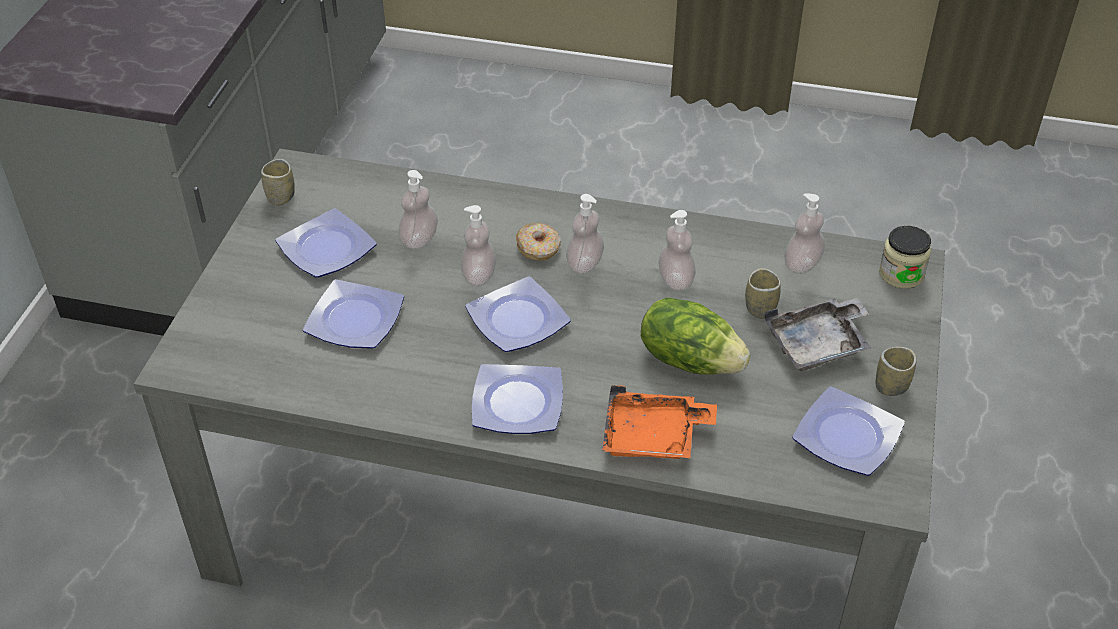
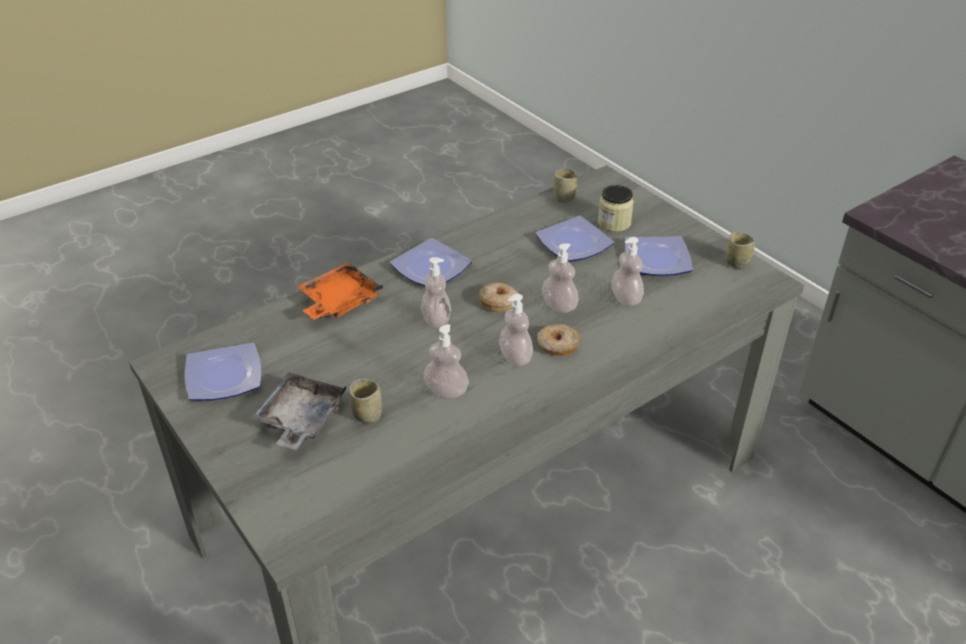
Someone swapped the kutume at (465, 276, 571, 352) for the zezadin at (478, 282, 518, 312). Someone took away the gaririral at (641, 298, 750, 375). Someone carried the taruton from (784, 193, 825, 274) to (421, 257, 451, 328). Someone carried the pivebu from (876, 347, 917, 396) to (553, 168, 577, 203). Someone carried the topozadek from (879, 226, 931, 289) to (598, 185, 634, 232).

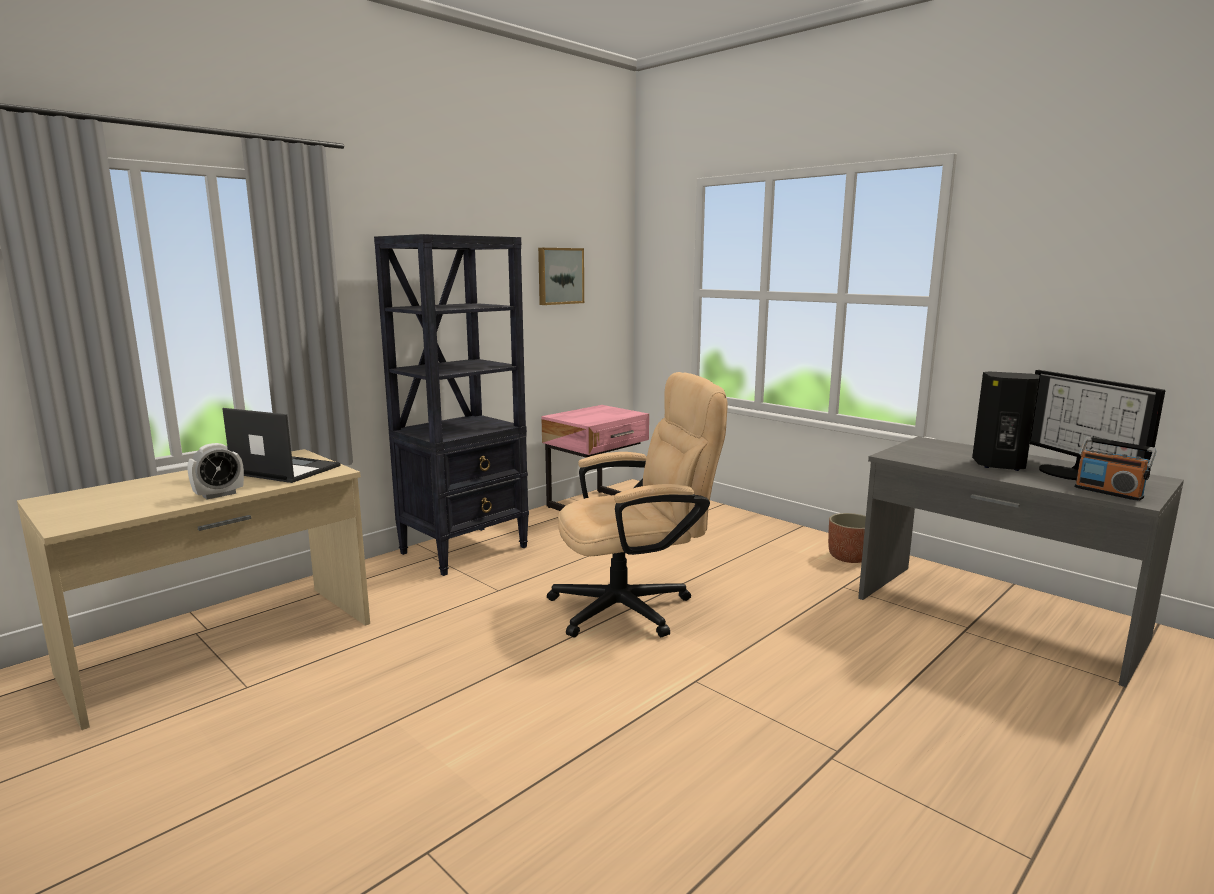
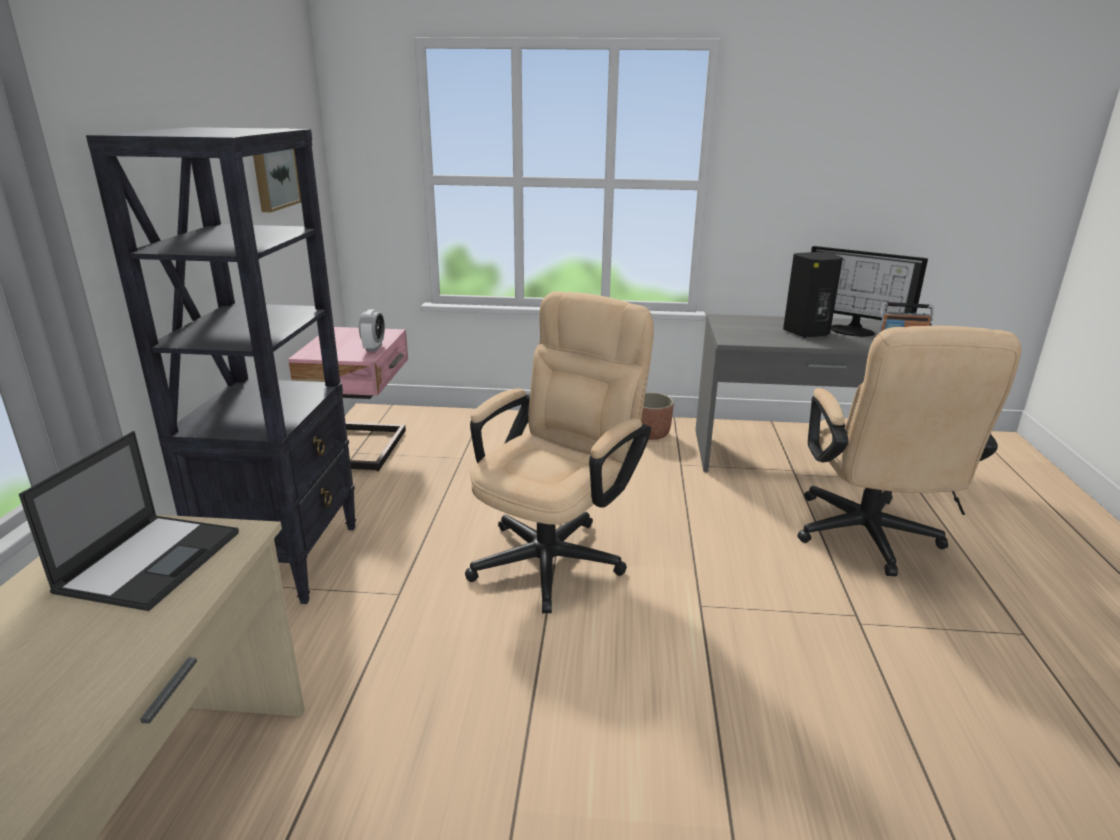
Someone carried the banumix from (187, 443, 244, 499) to (359, 309, 385, 351). Someone rotated the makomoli at (222, 408, 341, 483) by 120 degrees clockwise. Someone put down the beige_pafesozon at (797, 326, 1021, 576).

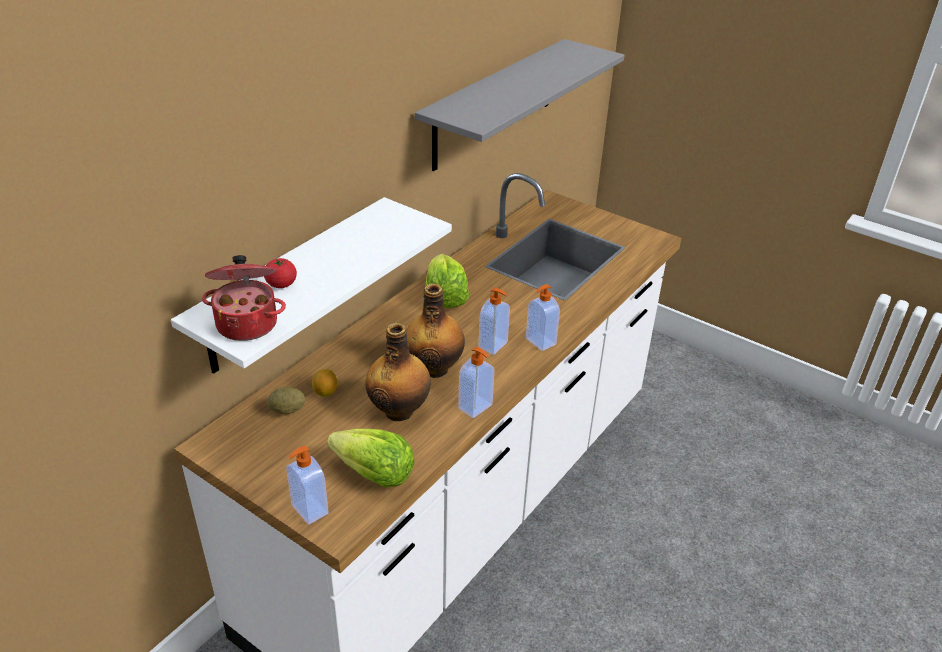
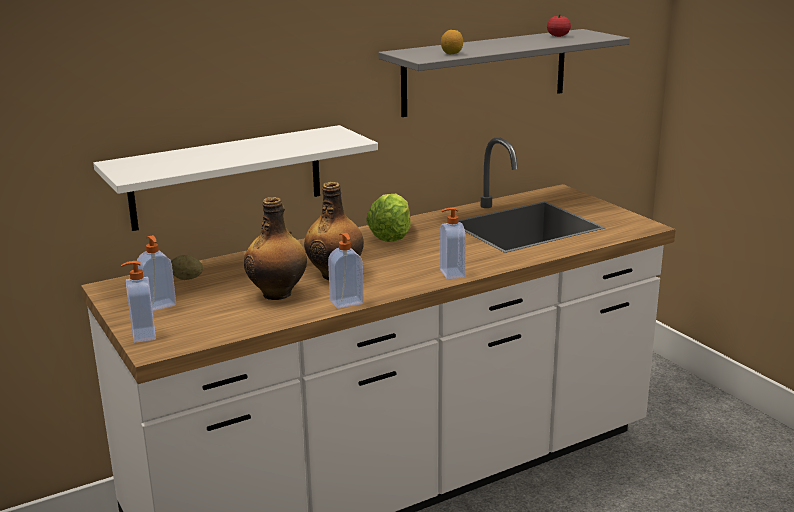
Someone took away the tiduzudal at (202, 255, 286, 341). Someone carried the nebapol from (264, 258, 297, 288) to (547, 14, 571, 37). Someone carried the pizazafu from (312, 369, 337, 397) to (441, 30, 463, 54). Someone took away the gaririral at (327, 429, 415, 488). Someone carried the taruton from (478, 288, 510, 355) to (137, 235, 176, 311).

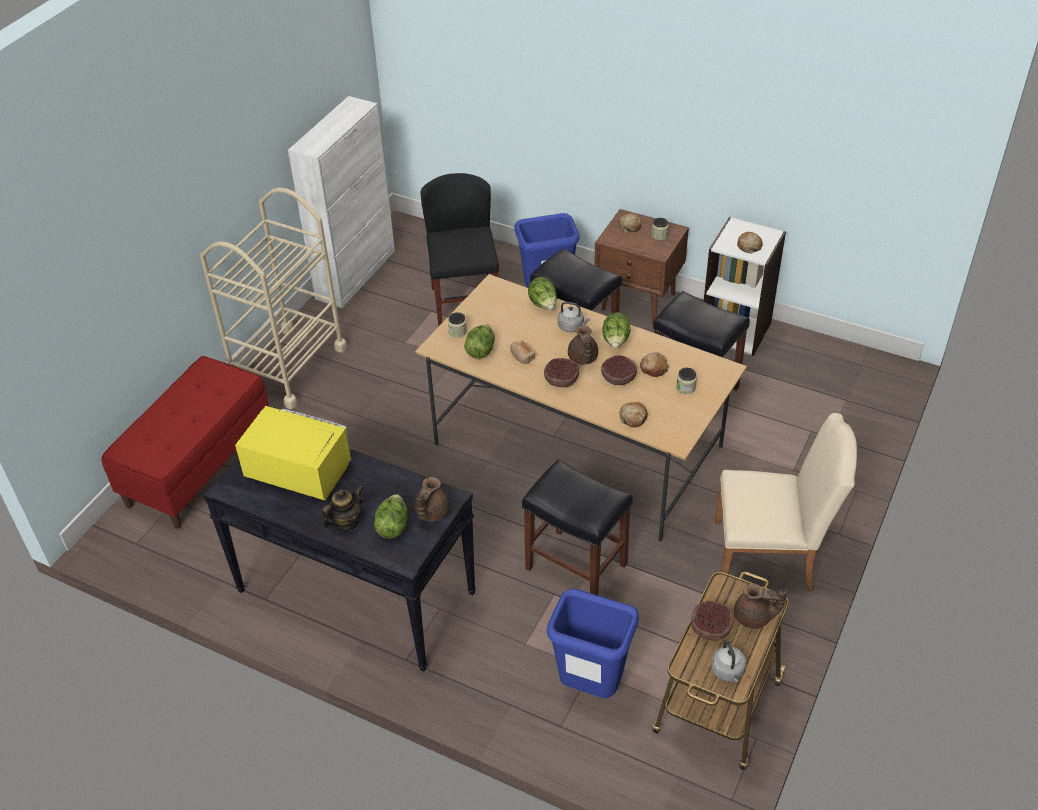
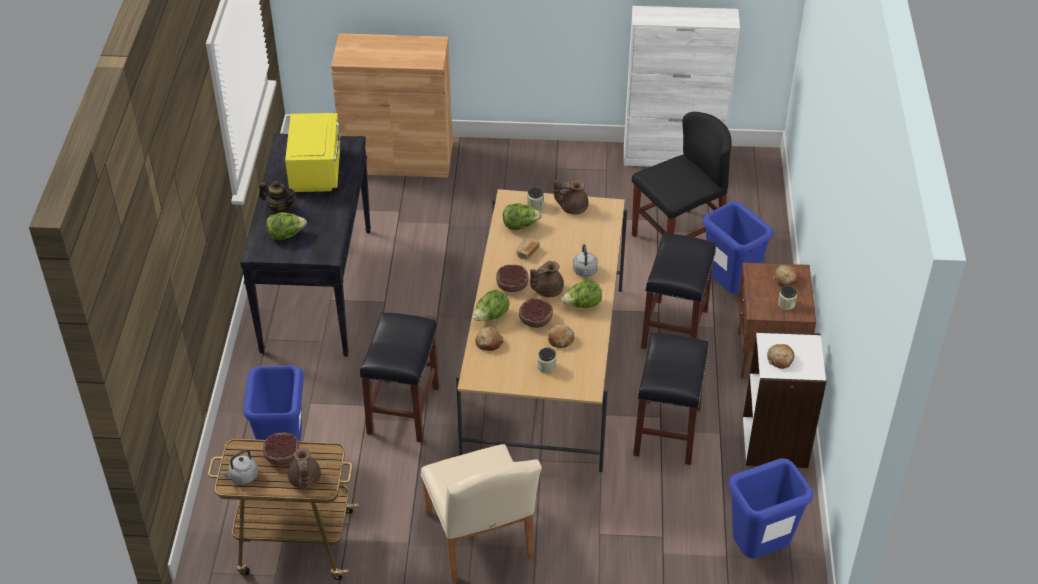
Someone swapped the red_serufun at (101, 356, 269, 529) for the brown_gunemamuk at (331, 33, 453, 178). Someone took away the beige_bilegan at (200, 187, 347, 409). Someone carried the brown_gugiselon from (414, 477, 450, 521) to (553, 180, 588, 214). Someone carried the gaririral from (528, 277, 557, 310) to (473, 290, 510, 321). Someone put down the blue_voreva at (729, 458, 813, 559).

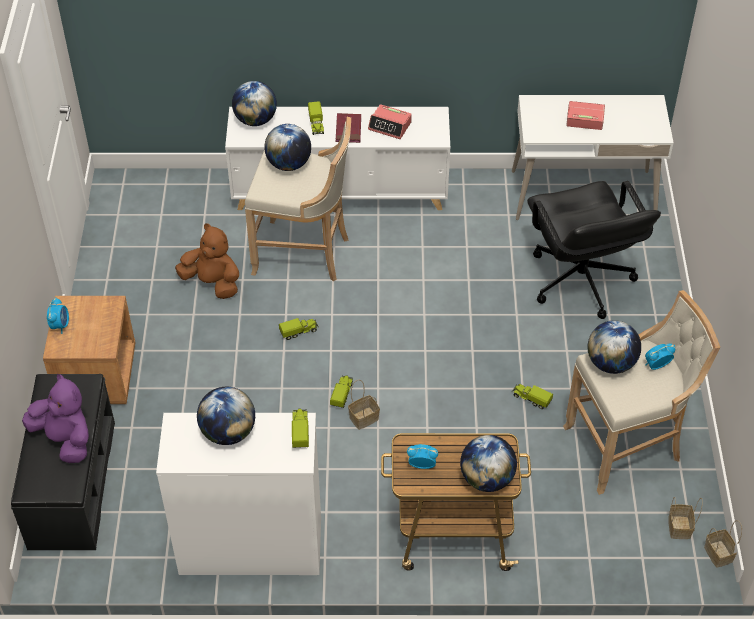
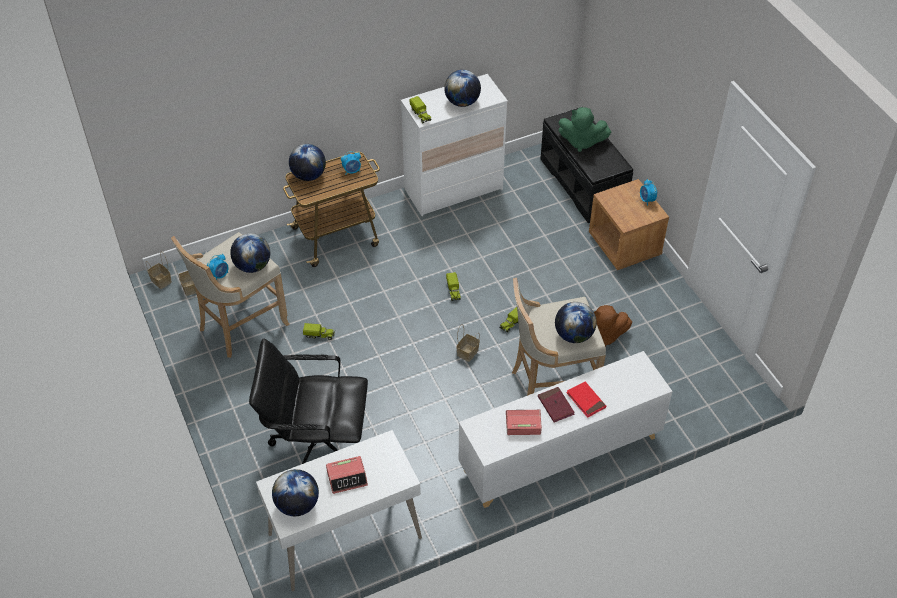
Someone repainted the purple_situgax at (22, 374, 89, 463), which became the green_situgax at (559, 107, 611, 152). Someone carried the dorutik from (232, 81, 277, 126) to (272, 469, 319, 516). Someone swapped the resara at (308, 101, 324, 135) for the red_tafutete at (567, 382, 606, 418). Someone carried the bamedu from (348, 379, 380, 430) to (456, 324, 480, 362). Someone rotated the black_pafesozon at (527, 181, 661, 319) by 45 degrees counterclockwise.

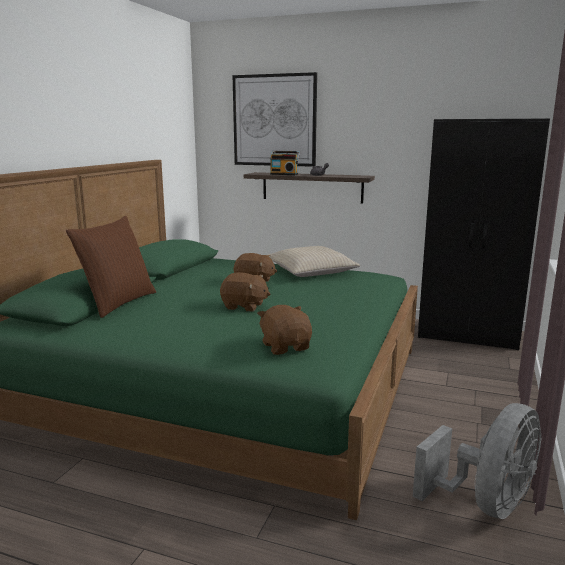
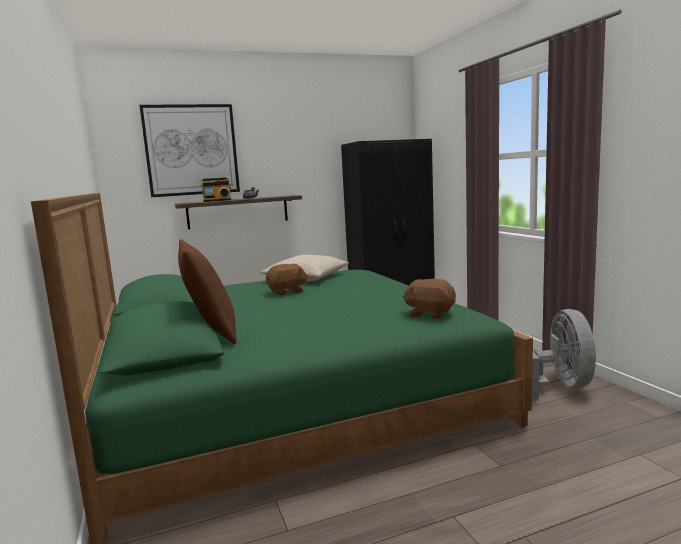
Someone took away the brown_situgax at (220, 272, 270, 311).

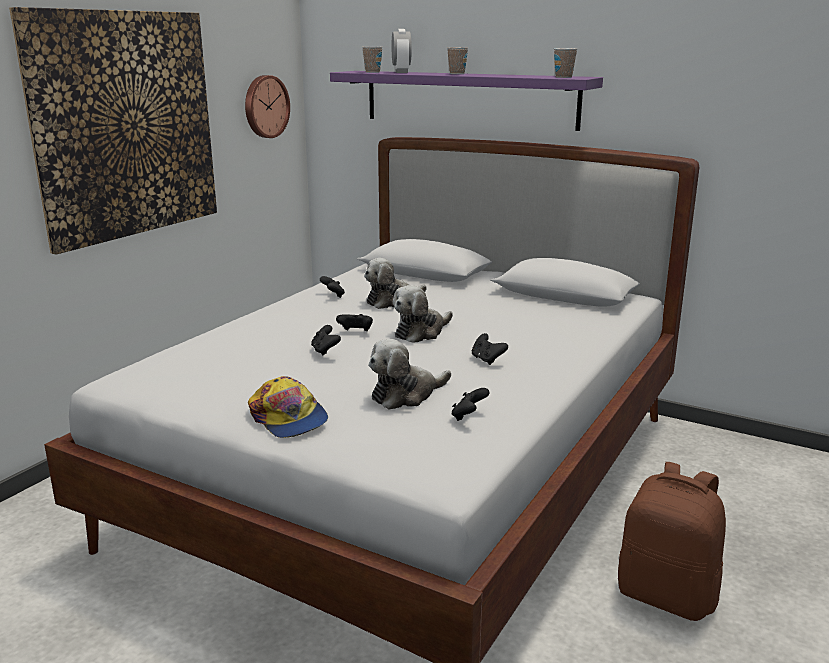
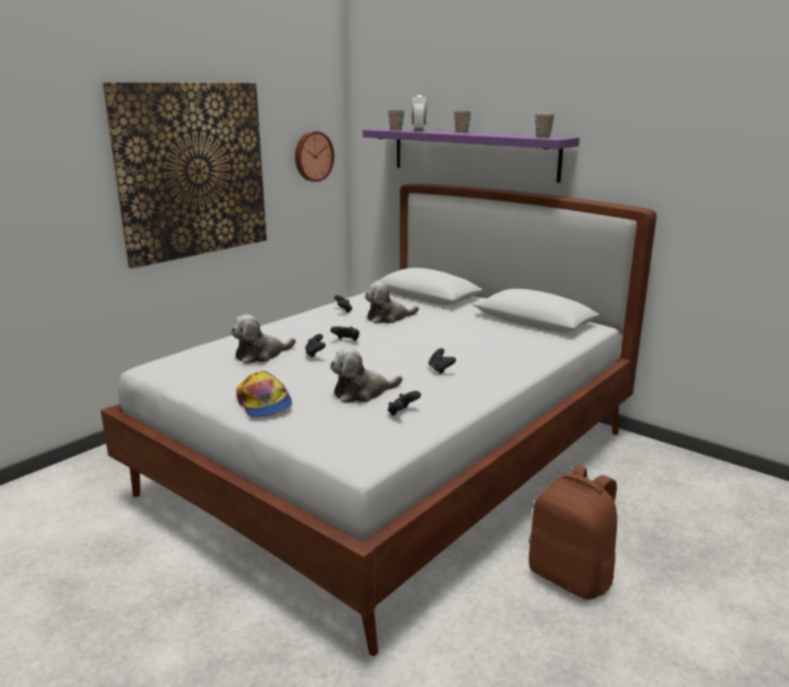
Someone carried the situgax from (393, 285, 453, 343) to (231, 315, 296, 364).

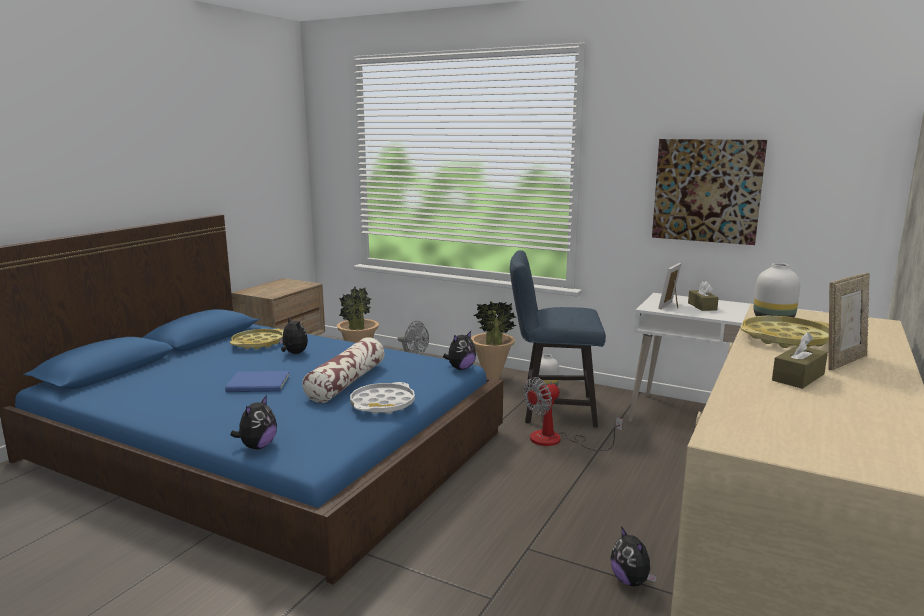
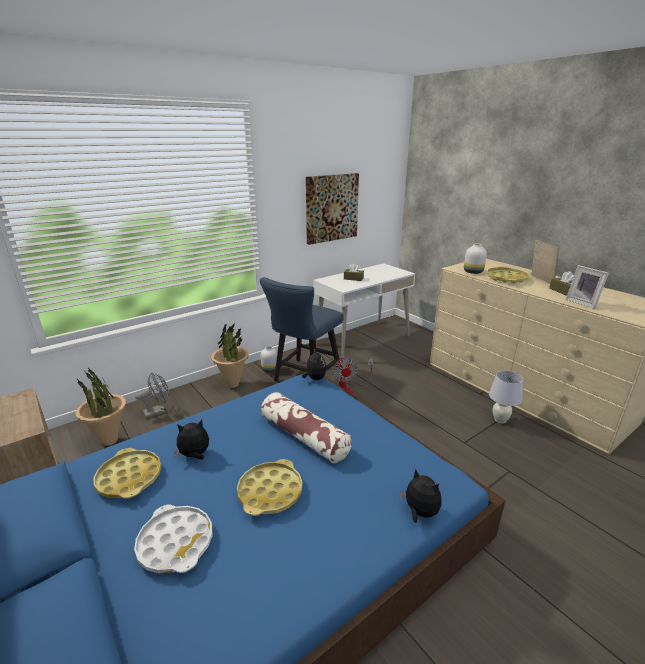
Someone swapped the blue_tafutete at (225, 371, 290, 392) for the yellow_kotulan at (237, 459, 302, 516). Someone carried the white_kotulan from (350, 382, 415, 414) to (134, 504, 212, 573). Someone swapped the situgax at (610, 526, 657, 586) for the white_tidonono at (489, 370, 523, 423). Someone carried the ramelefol from (658, 263, 682, 309) to (566, 265, 609, 309).

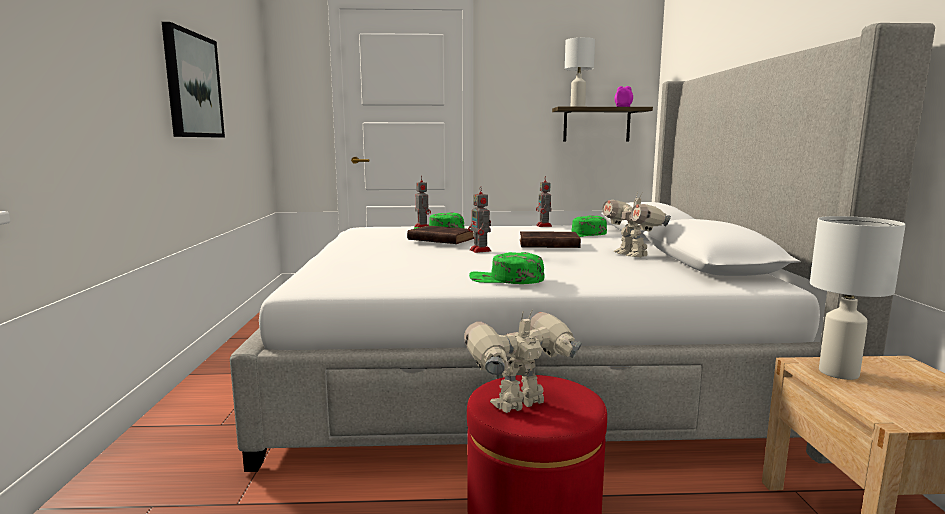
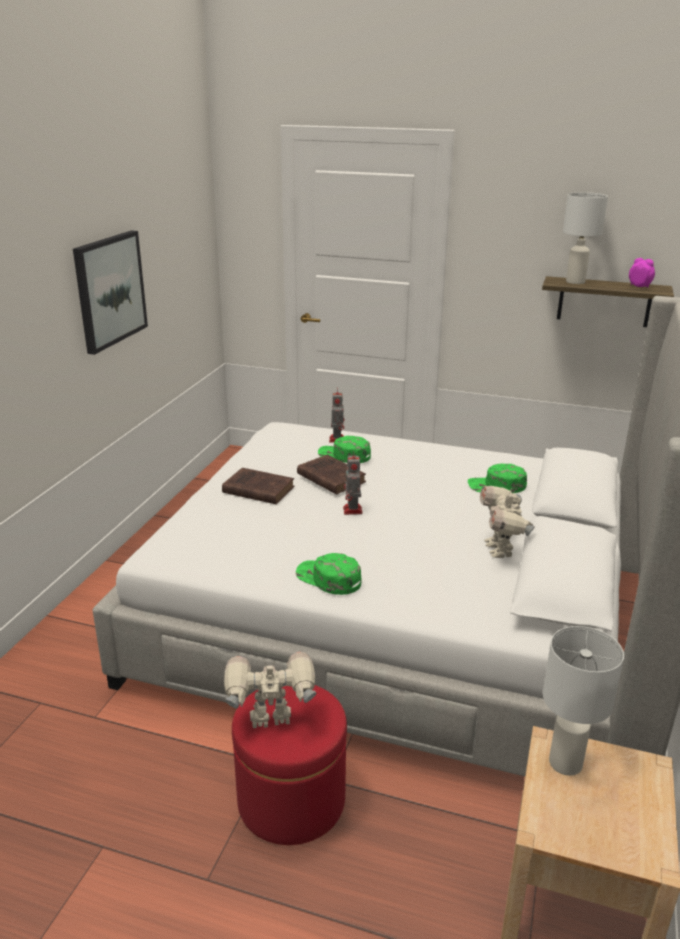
Someone carried the brown_tafutete from (520, 231, 581, 248) to (222, 468, 294, 504). Someone took away the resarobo at (536, 176, 552, 227).

